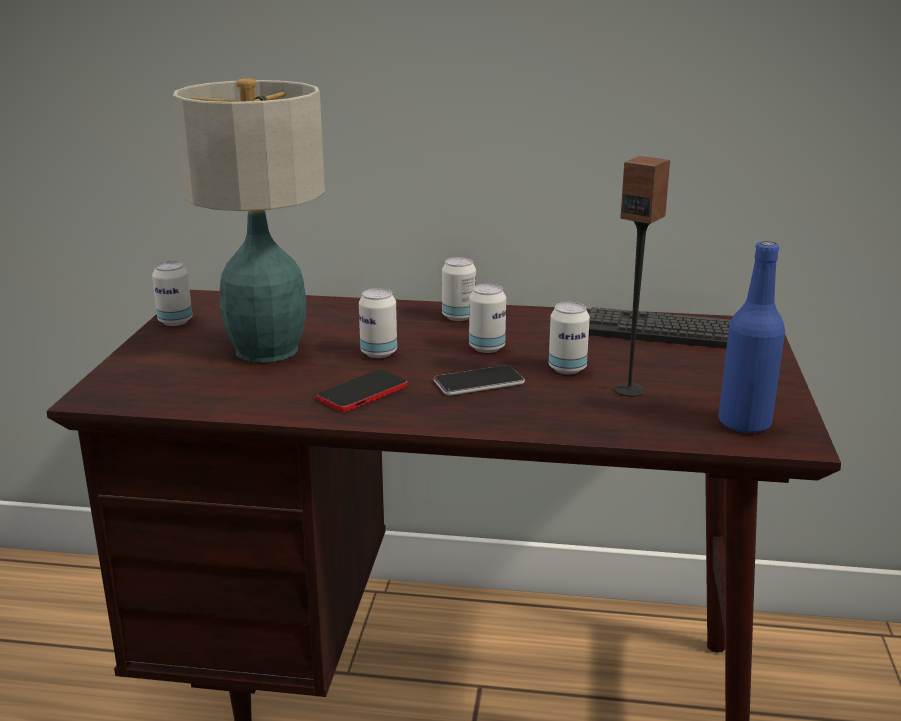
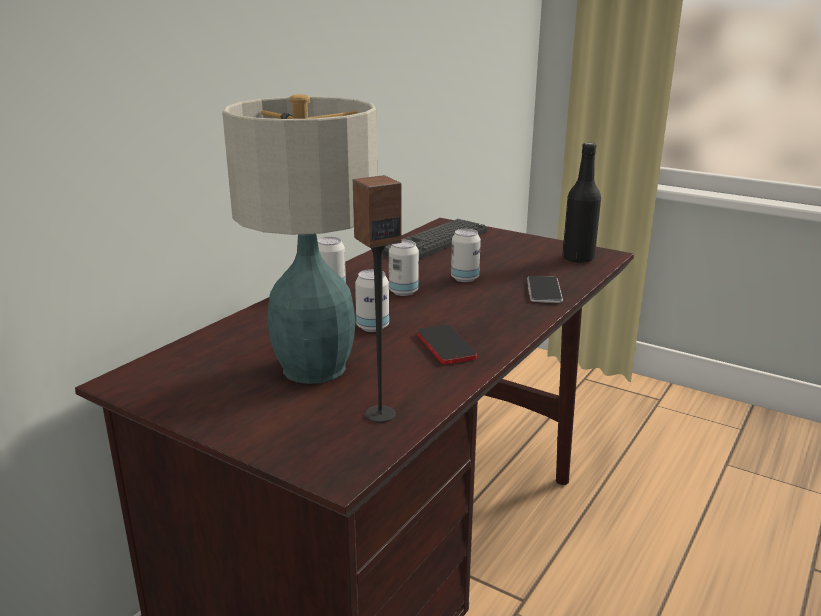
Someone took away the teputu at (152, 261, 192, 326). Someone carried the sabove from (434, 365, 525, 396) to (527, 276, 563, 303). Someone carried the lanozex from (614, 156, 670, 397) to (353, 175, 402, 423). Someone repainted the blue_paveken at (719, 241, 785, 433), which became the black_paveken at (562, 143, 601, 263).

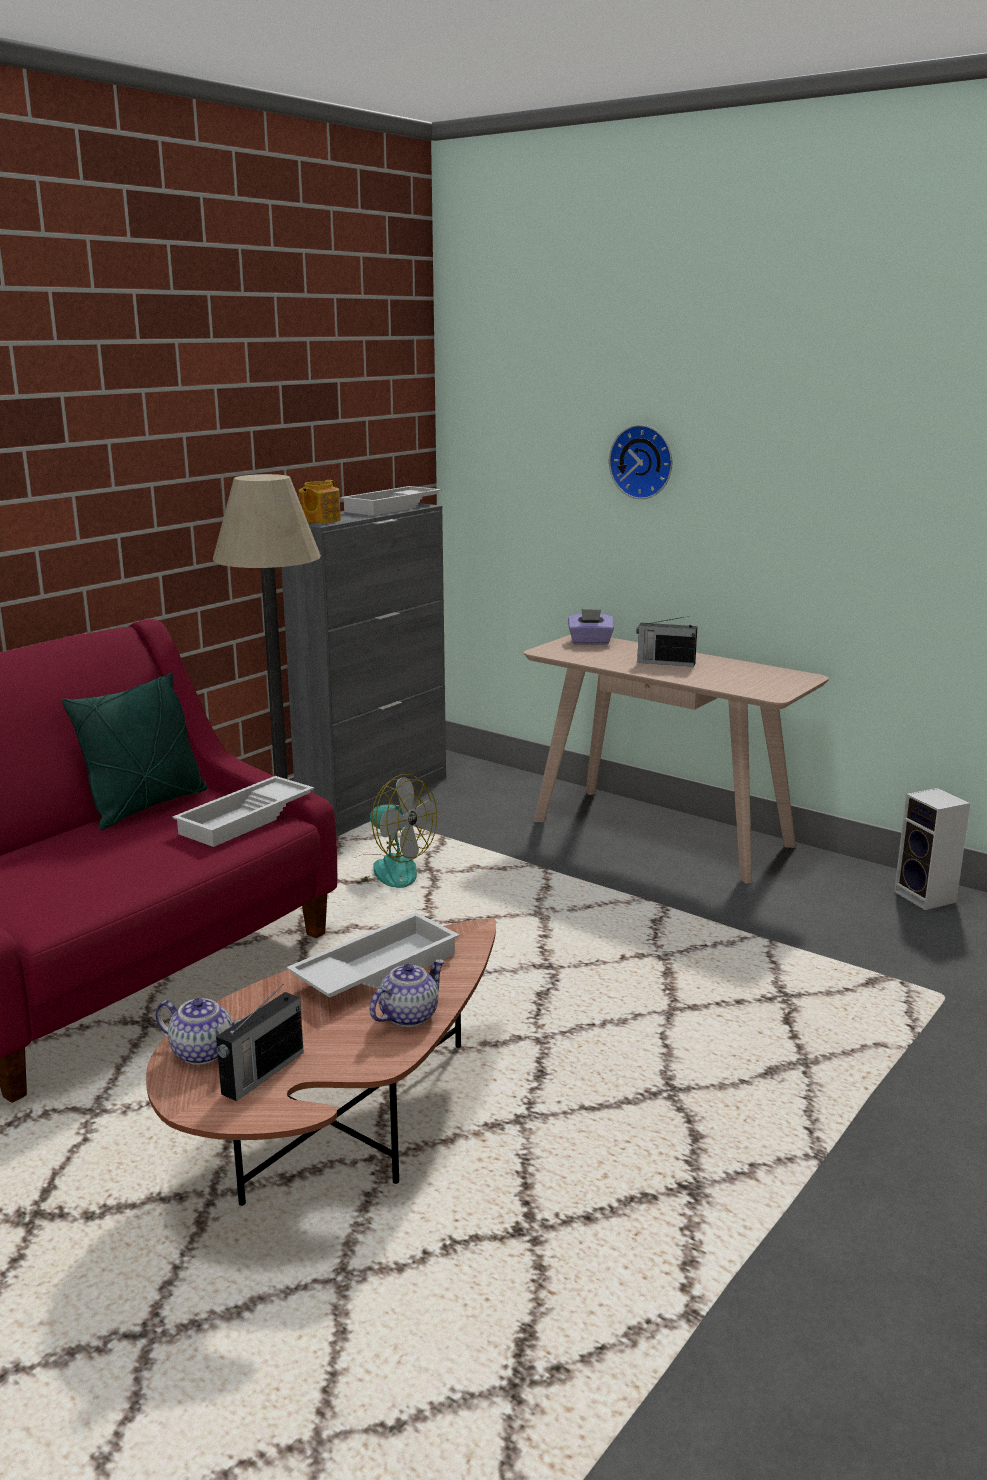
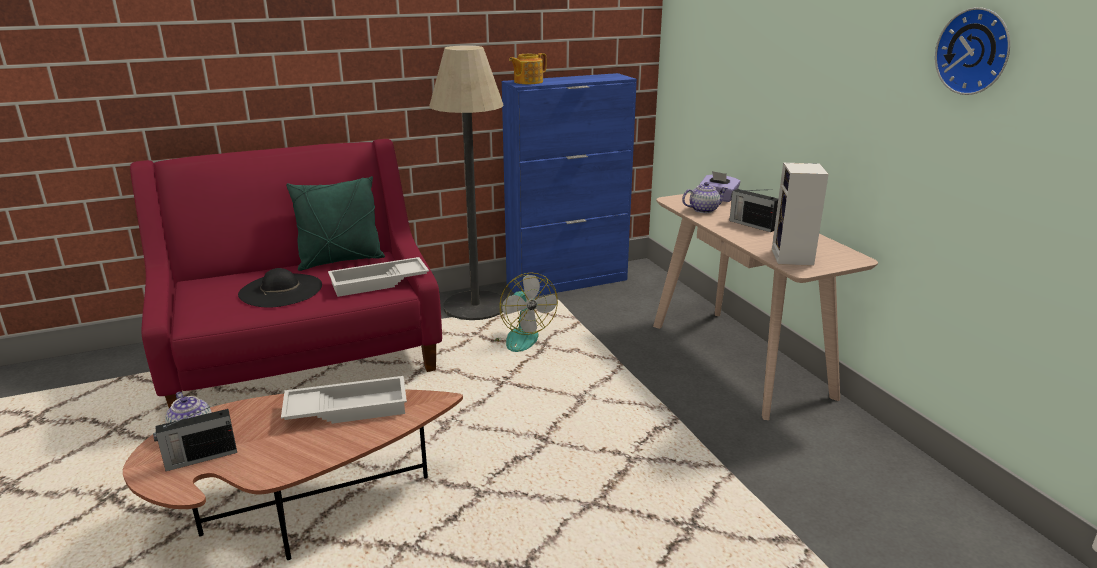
Someone repainted the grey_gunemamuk at (282, 503, 446, 828), which became the blue_gunemamuk at (502, 73, 637, 296). Someone took away the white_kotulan at (340, 486, 442, 516). Someone carried the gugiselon from (370, 959, 445, 1027) to (682, 182, 728, 213). Someone carried the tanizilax from (609, 425, 672, 499) to (935, 7, 1010, 95). Someone carried the lanozex from (894, 788, 971, 910) to (772, 163, 829, 266). Someone put down the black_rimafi at (238, 268, 322, 308).

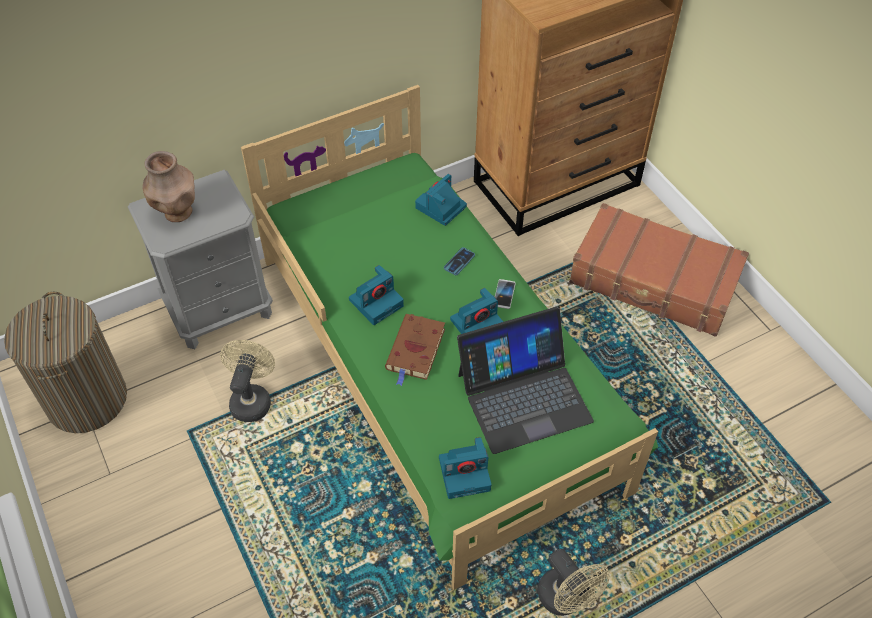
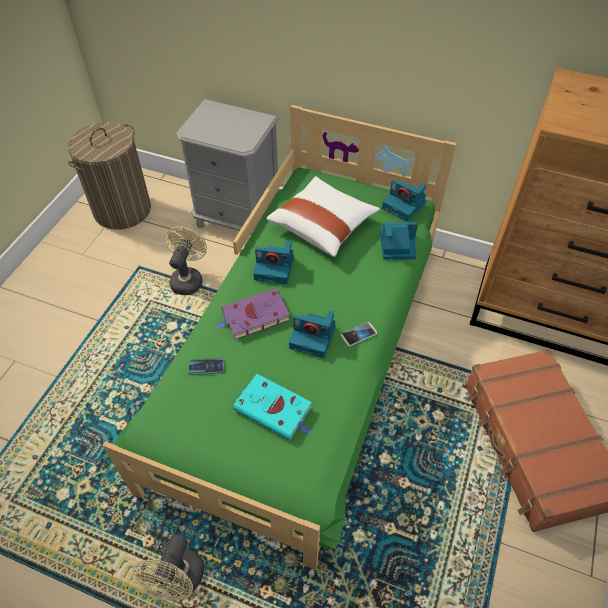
Someone took away the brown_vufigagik at (143, 151, 195, 222). Someone rotated the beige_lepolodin at (220, 340, 275, 422) by 45 degrees counterclockwise. Someone repainted the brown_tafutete at (385, 314, 445, 386), which became the purple_tafutete at (215, 288, 290, 340). Someone carried the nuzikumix from (439, 437, 491, 499) to (382, 180, 426, 222). Someone carried the sabove from (444, 247, 475, 275) to (188, 358, 224, 375). Someone swapped the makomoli at (457, 307, 594, 454) for the turquoise_tafutete at (233, 374, 312, 440). Someone put down the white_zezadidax at (266, 176, 380, 257).

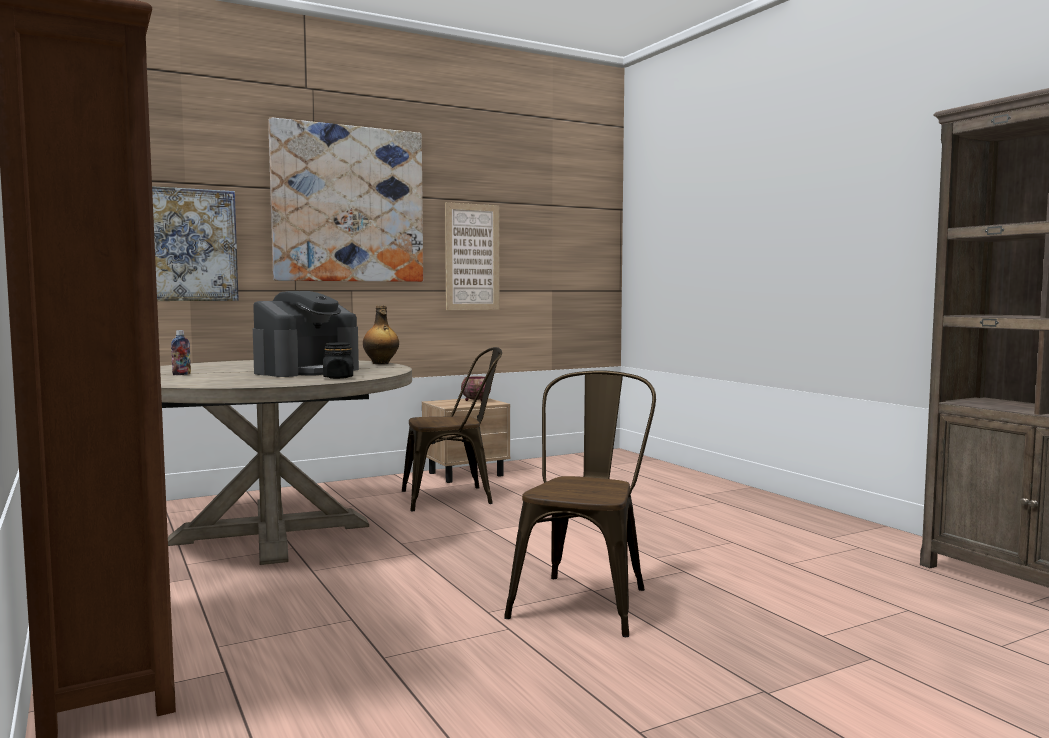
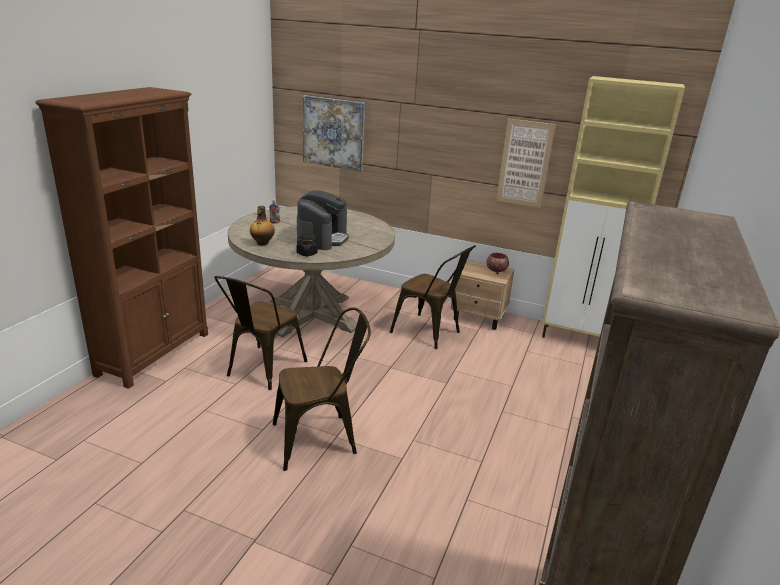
Someone rotated the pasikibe at (253, 291, 359, 377) by 75 degrees counterclockwise. Someone took away the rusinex at (268, 117, 423, 282). Someone carried the paveken from (363, 306, 399, 364) to (250, 206, 275, 245). Someone put down the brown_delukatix at (214, 276, 308, 390). Someone put down the beige_gunemamuk at (542, 76, 685, 338).

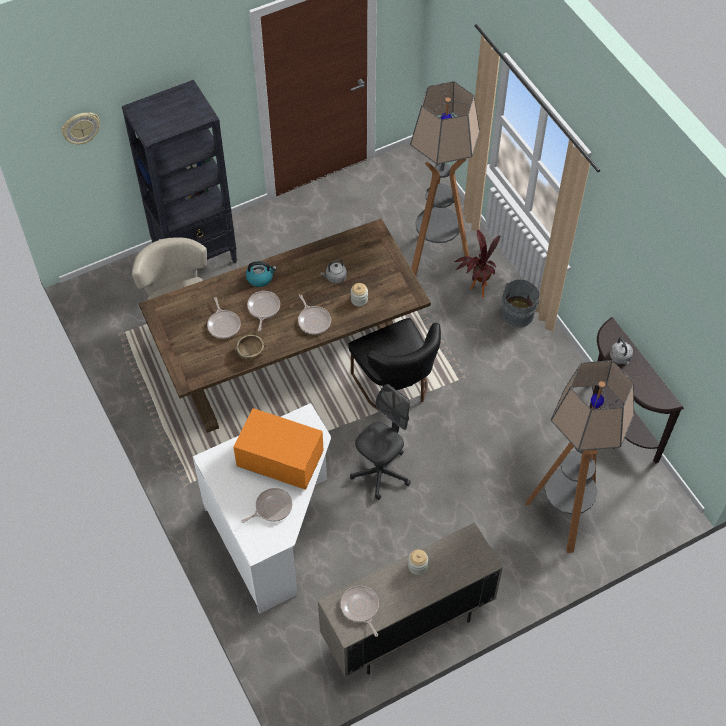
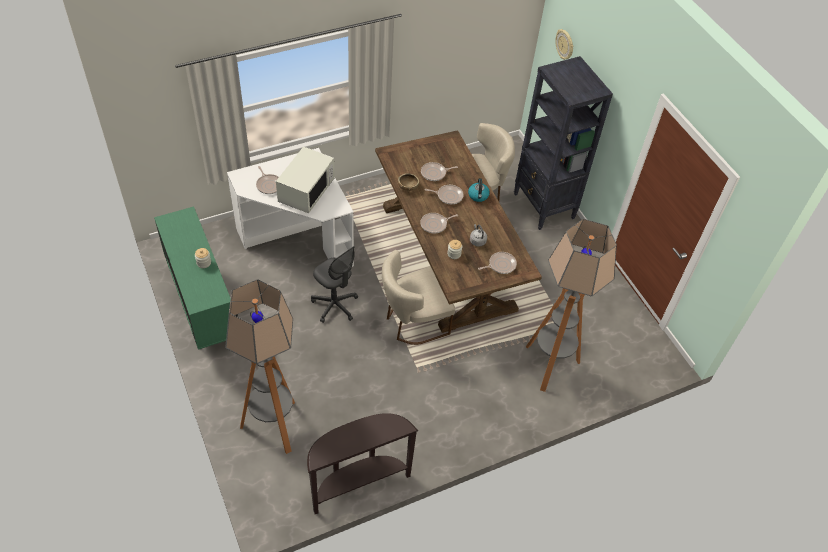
Someone repainted the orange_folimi at (233, 408, 324, 490), which became the white_folimi at (276, 147, 335, 213). Someone repainted the beige_gunemamuk at (318, 522, 503, 677), which became the green_gunemamuk at (154, 207, 238, 350). Someone carried the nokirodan from (340, 586, 379, 637) to (478, 252, 517, 274). Someone repainted the black_delukatix at (348, 318, 441, 409), which became the beige_delukatix at (382, 250, 455, 345). Someone took away the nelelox at (455, 229, 500, 298). Someone took away the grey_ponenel at (502, 279, 542, 328). Someone took away the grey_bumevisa at (610, 337, 633, 364).

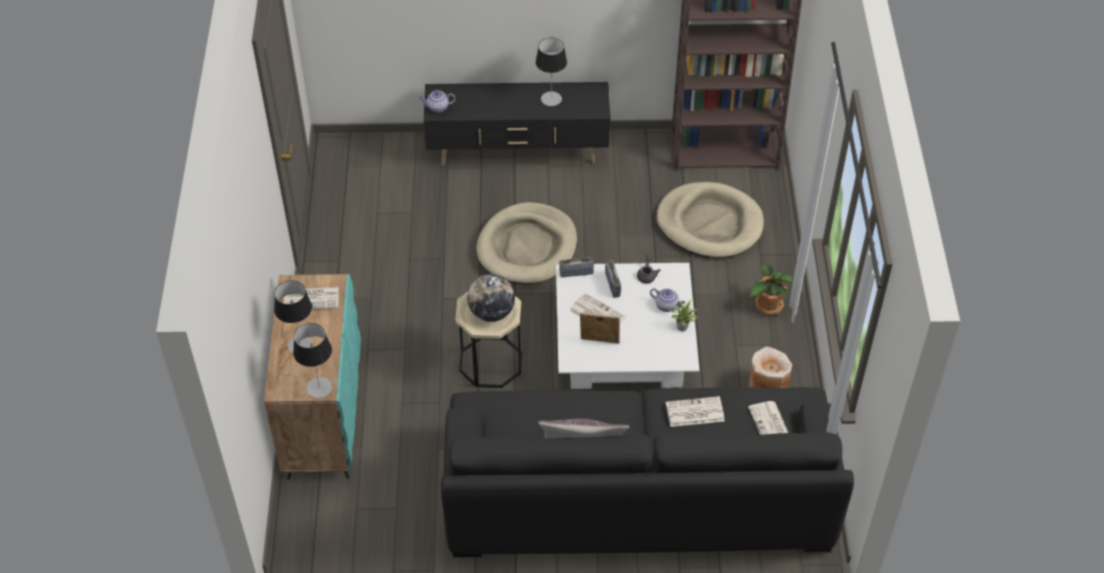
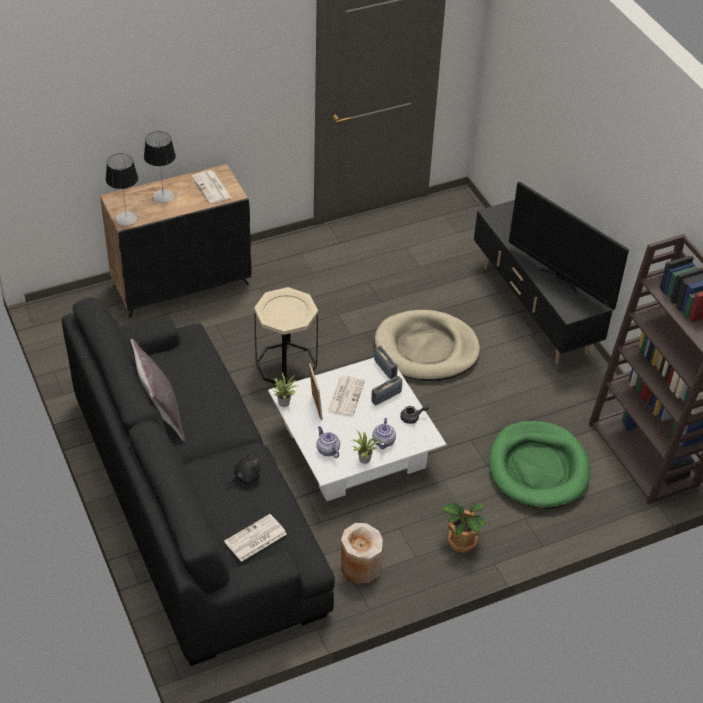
Someone repainted the turquoise_gunemamuk at (264, 274, 361, 480), which became the black_gunemamuk at (100, 164, 251, 318). Someone carried the gugiselon from (420, 90, 456, 113) to (317, 426, 340, 458). Someone took away the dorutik at (467, 274, 515, 322). Someone swapped the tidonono at (536, 38, 567, 106) for the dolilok at (509, 181, 629, 310). Someone repainted the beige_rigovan at (656, 182, 764, 258), which became the green_rigovan at (489, 421, 590, 509). Someone swapped the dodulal at (666, 396, 725, 427) for the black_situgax at (226, 454, 261, 486). Someone put down the nelelox at (273, 373, 300, 407).

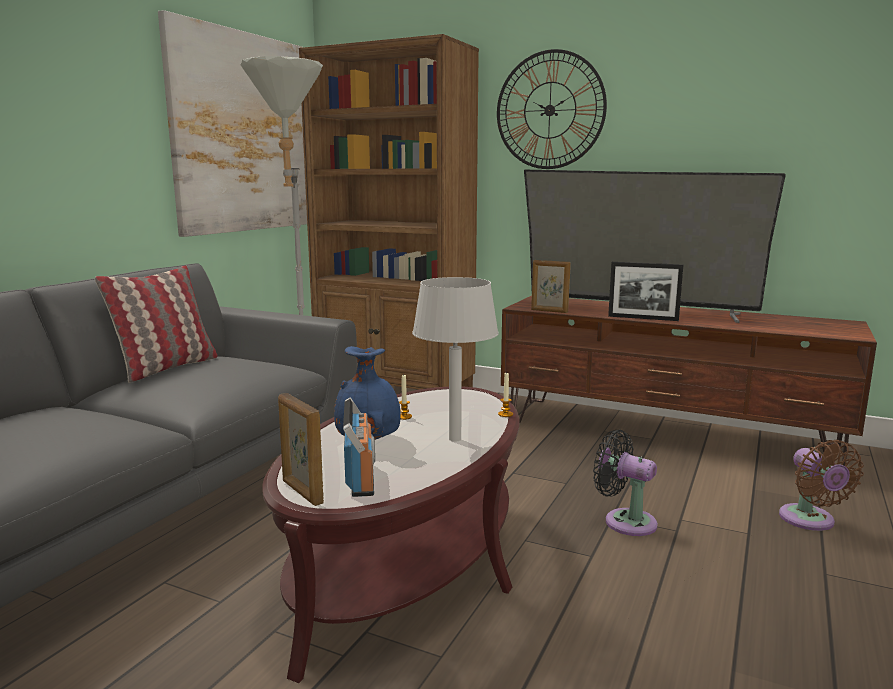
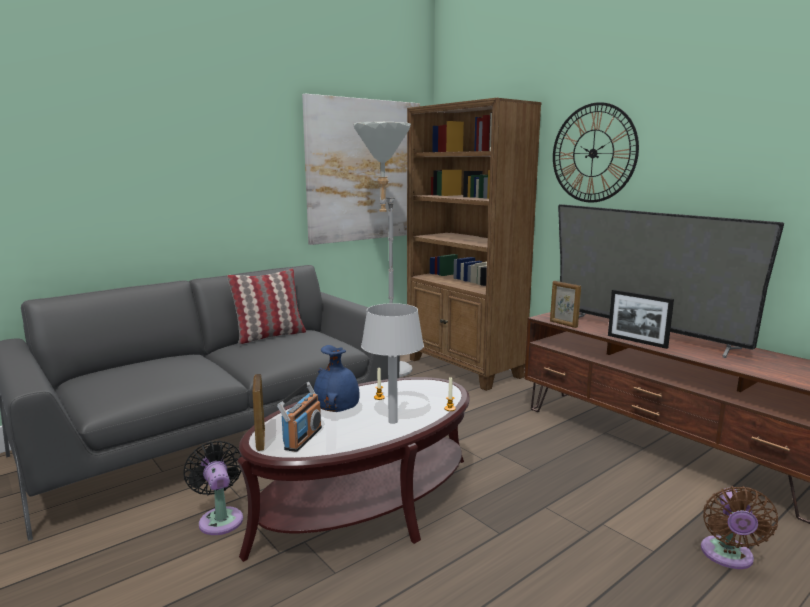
Someone carried the black_lepolodin from (593, 430, 658, 536) to (184, 441, 243, 535).

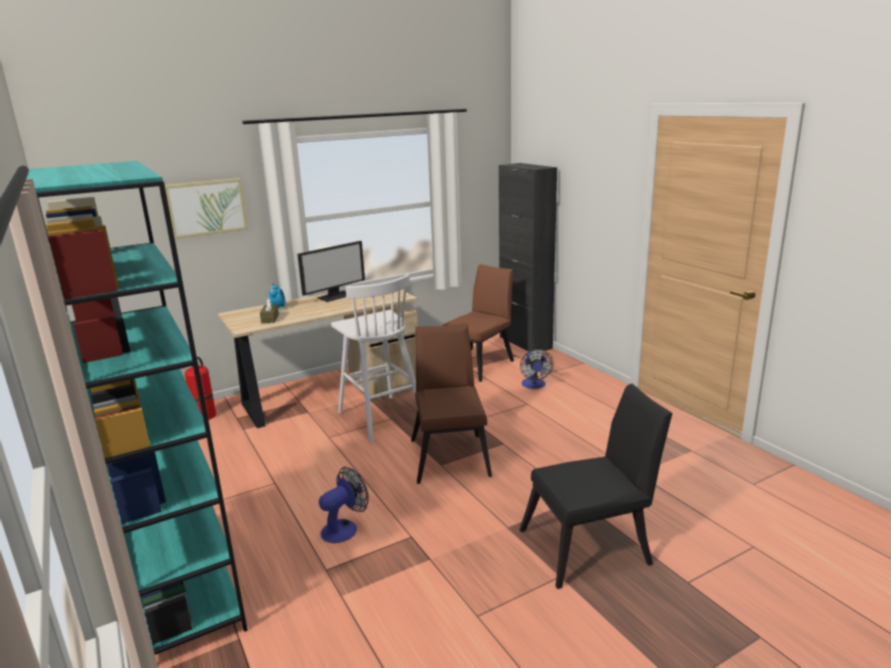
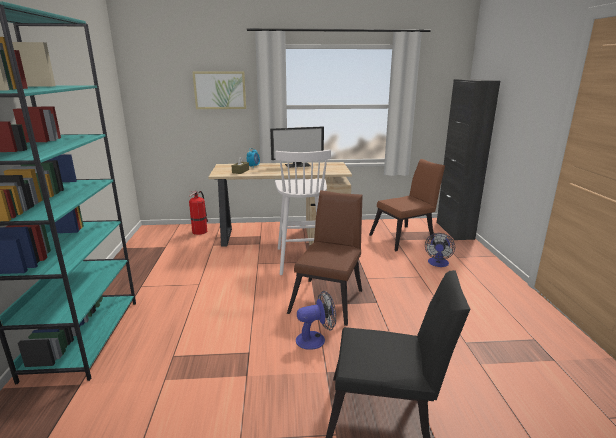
Someone carried the lepolodin from (319, 467, 369, 543) to (296, 291, 336, 350).

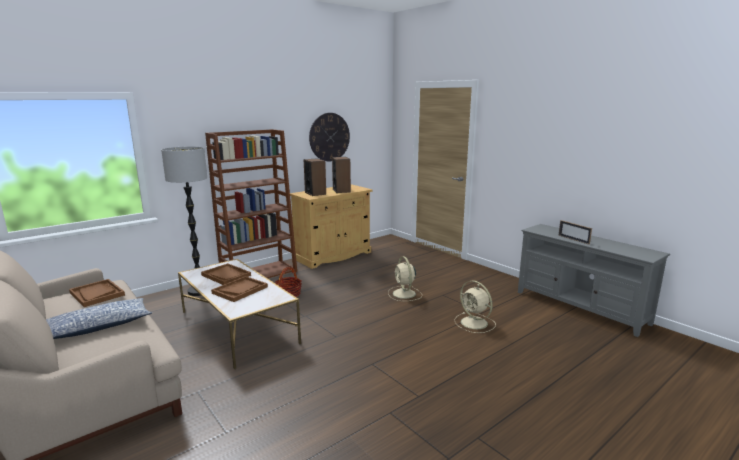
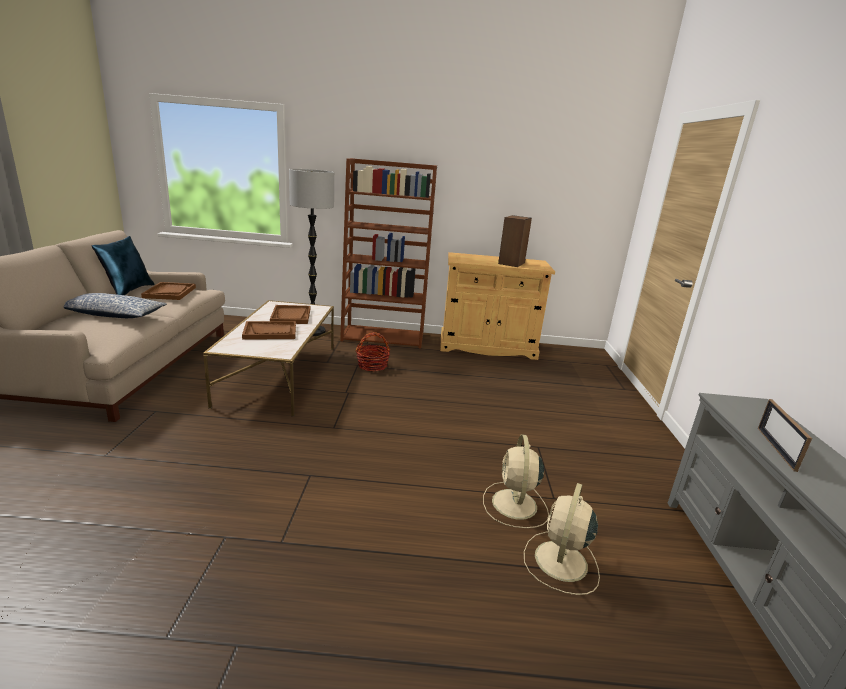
Someone took away the lanozex at (304, 158, 326, 196). Someone took away the tanizilax at (309, 113, 350, 162). Someone carried the beige_lepolodin from (388, 256, 422, 301) to (524, 483, 600, 595). Someone put down the blue_zezadidax at (92, 236, 155, 295).

